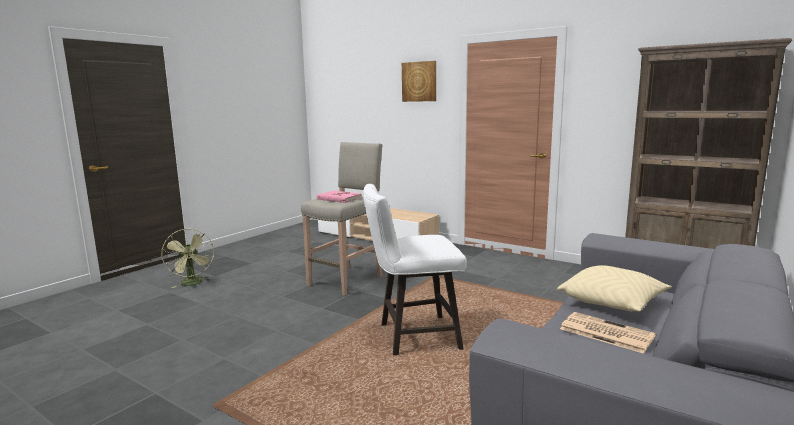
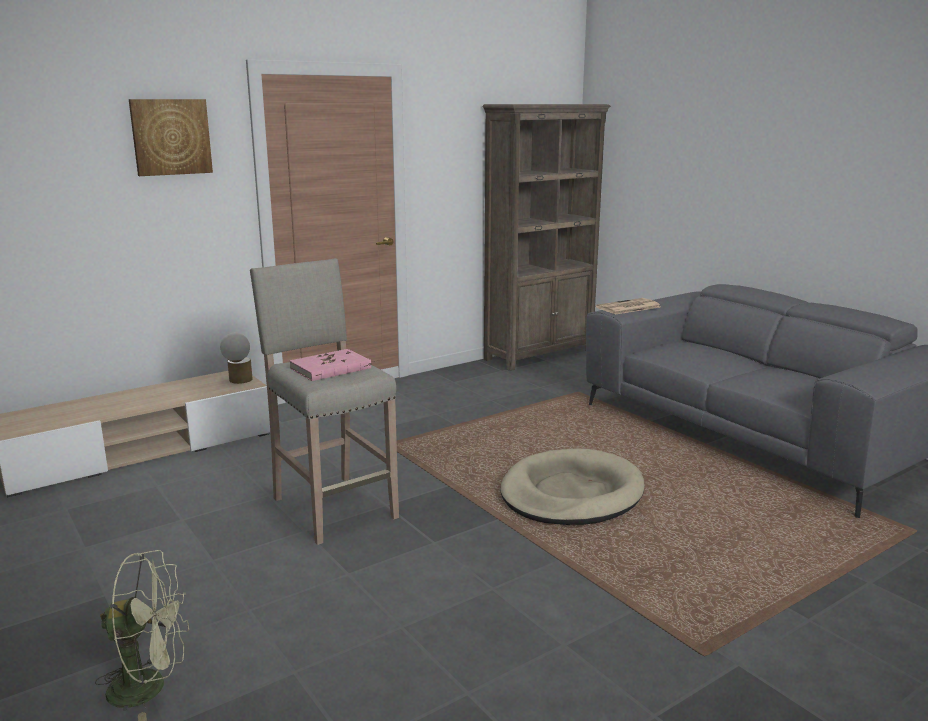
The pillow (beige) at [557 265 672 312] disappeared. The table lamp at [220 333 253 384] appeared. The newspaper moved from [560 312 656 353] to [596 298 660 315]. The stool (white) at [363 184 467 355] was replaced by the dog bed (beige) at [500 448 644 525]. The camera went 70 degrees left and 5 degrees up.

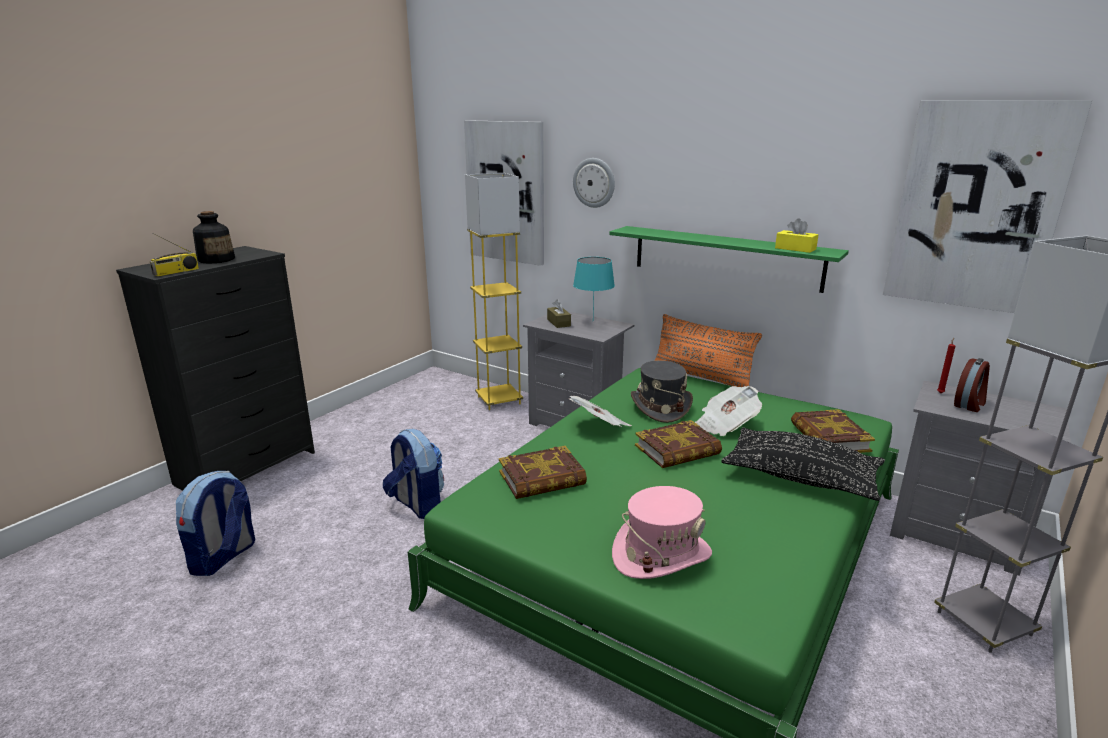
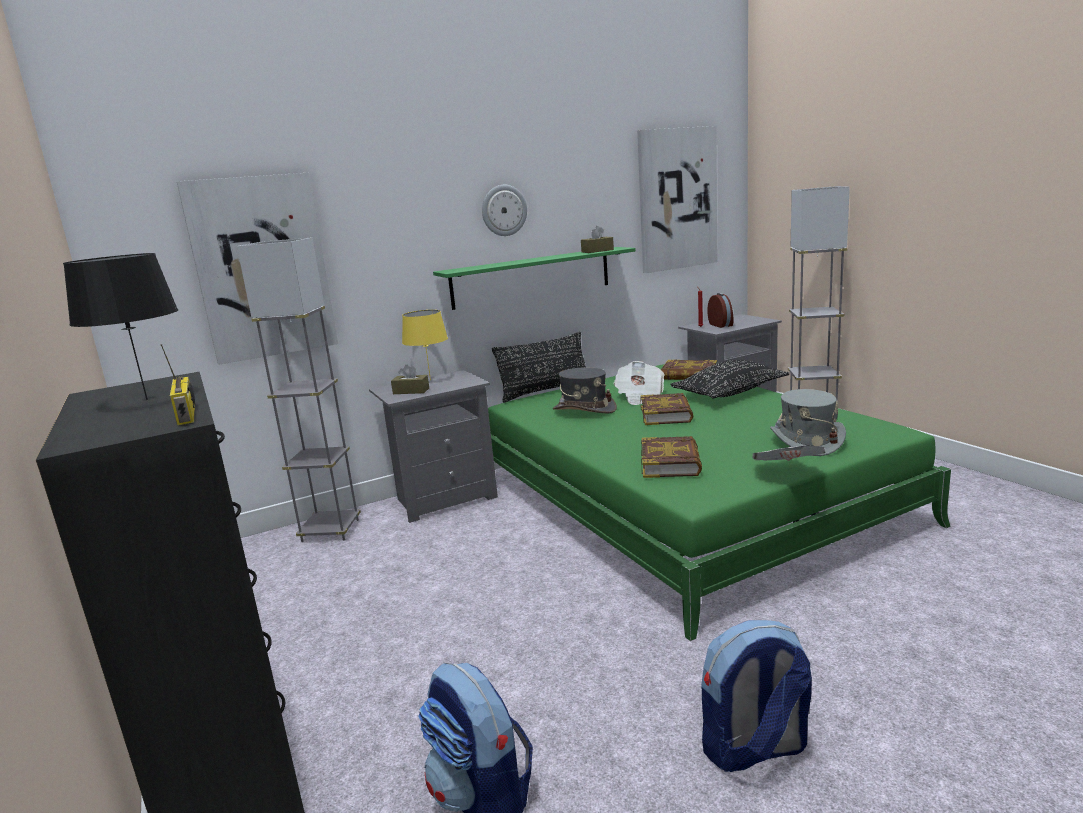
The backpack moved from [383 429 444 519] to [702 620 812 772]. The newspaper moved from [569 396 632 427] to [752 446 826 461]. The wall clock moved from [573 158 615 208] to [482 185 527 236]. The bottle at [193 211 235 264] was replaced by the table lamp (black) at [63 253 178 400]. The floor lamp (yellow) at [465 173 523 410] became the floor lamp (grey) at [237 237 361 542]. The table lamp (turquoise) at [573 257 615 315] became the table lamp (yellow) at [402 310 448 381]. The hat (pink) at [612 486 712 579] became the hat (grey) at [770 389 846 456]. The pillow (orange) at [655 314 762 387] became the pillow (black) at [492 332 586 402]. The tissue box (yellow) at [775 218 819 253] became the tissue box (brown) at [581 226 614 253]. The camera went 60 degrees left and 5 degrees down.

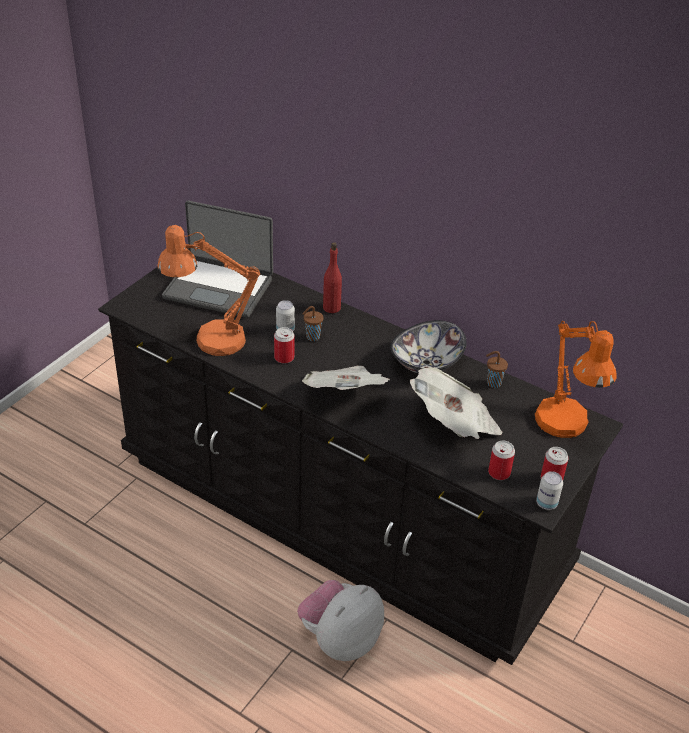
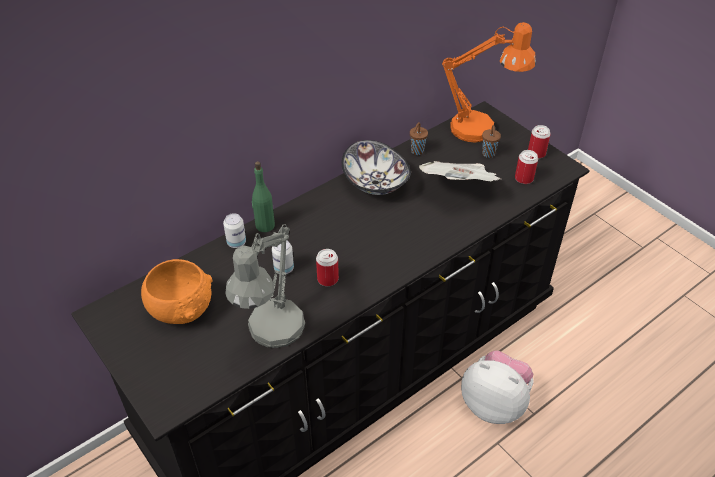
The newspaper at [302 366 391 390] disappeared. The cup (brown) moved from [302 306 323 341] to [482 125 501 158]. The can moved from [536 471 563 510] to [223 213 246 248]. The laptop at [162 201 273 318] was replaced by the bowl (orange) at [141 259 213 324]. The table lamp (orange) at [157 225 260 356] became the table lamp (grey) at [225 224 305 348]. The bottle (red) at [323 242 342 313] became the bottle (green) at [252 161 275 232]. The plush toy at [297 580 384 661] turned 150 degrees clockwise. The camera went 70 degrees left and 5 degrees up.

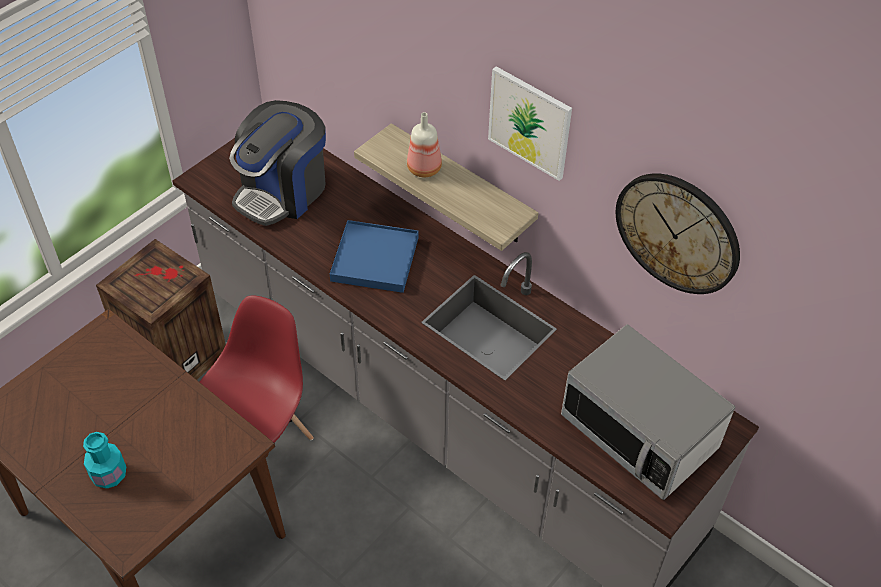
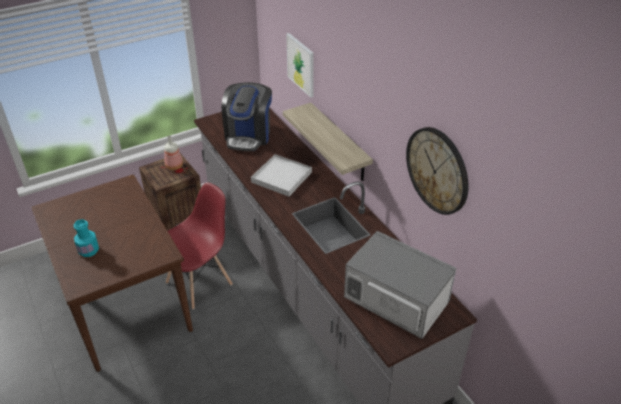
The bottle moved from [407 112 442 177] to [164 135 183 170]. The picture moved from [488 66 572 181] to [286 33 314 98]. The tray (blue) at [330 220 418 293] became the tray (white) at [251 154 312 197]. The coffee machine at [229 100 326 226] turned 45 degrees counterclockwise. The microwave at [561 324 735 500] turned 150 degrees clockwise. The camera went 20 degrees right and 10 degrees down.

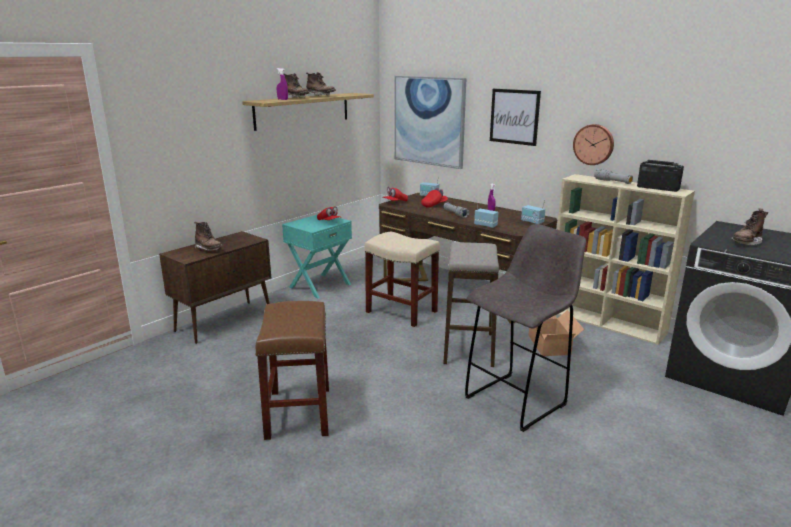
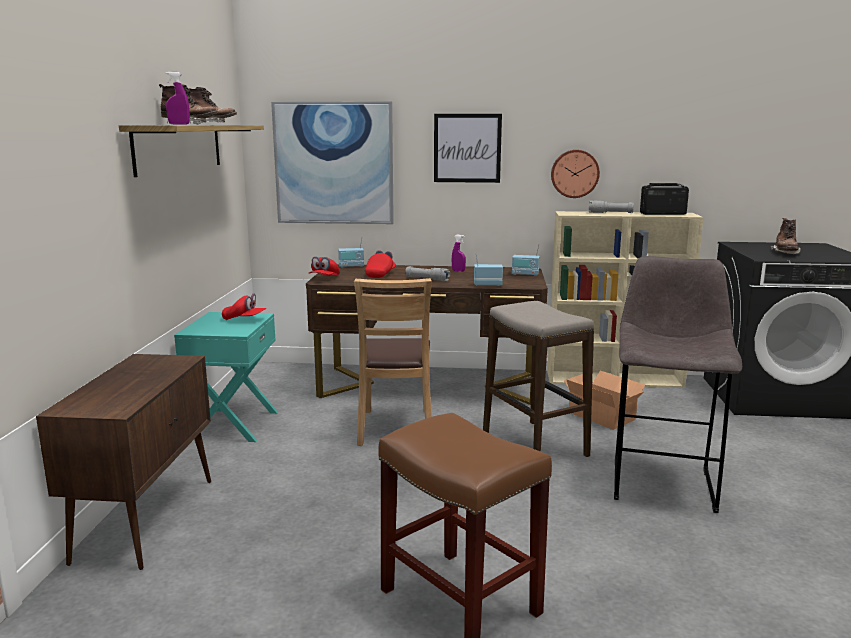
The boot (brown) at [194 222 222 251] disappeared. The stool (beige) at [365 232 440 328] was replaced by the chair (brown) at [354 278 432 446]. The camera went 35 degrees left and 5 degrees down.

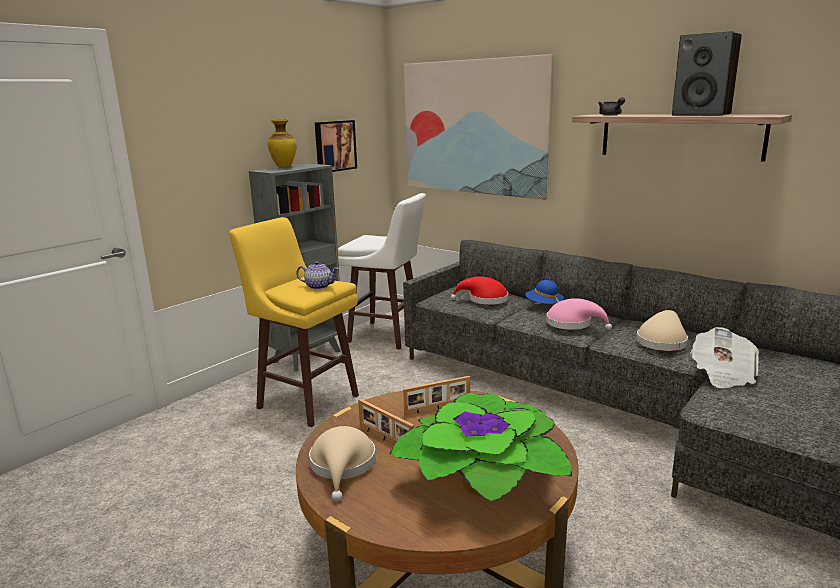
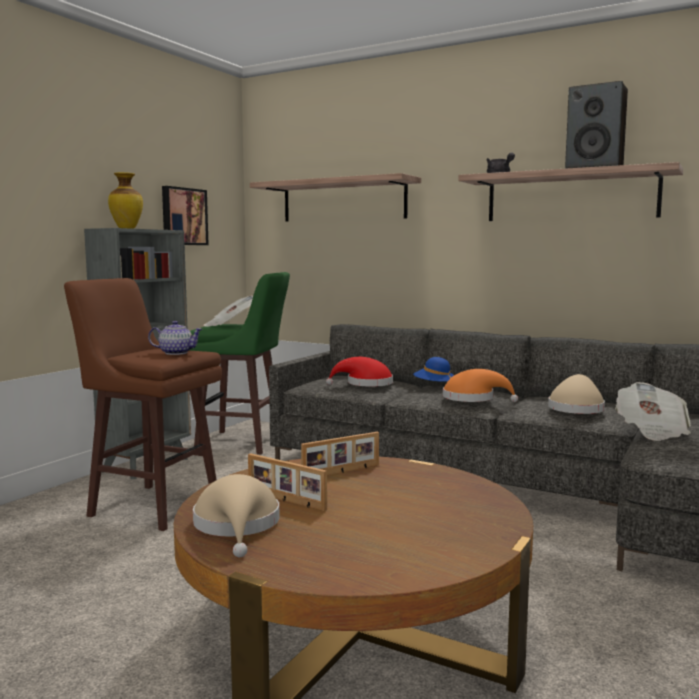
The potted plant at [389 393 572 502] disappeared. The newspaper at [204 296 253 327] appeared. The picture at [404 54 554 200] was replaced by the shelf at [250 173 421 222]. The stool (yellow) at [229 217 359 427] became the stool (brown) at [64 278 222 531]. The stool (white) at [338 193 426 349] became the stool (green) at [189 272 290 455]. The hat (pink) at [546 298 612 330] became the hat (orange) at [443 369 518 402]. The camera went 10 degrees left and 10 degrees down.

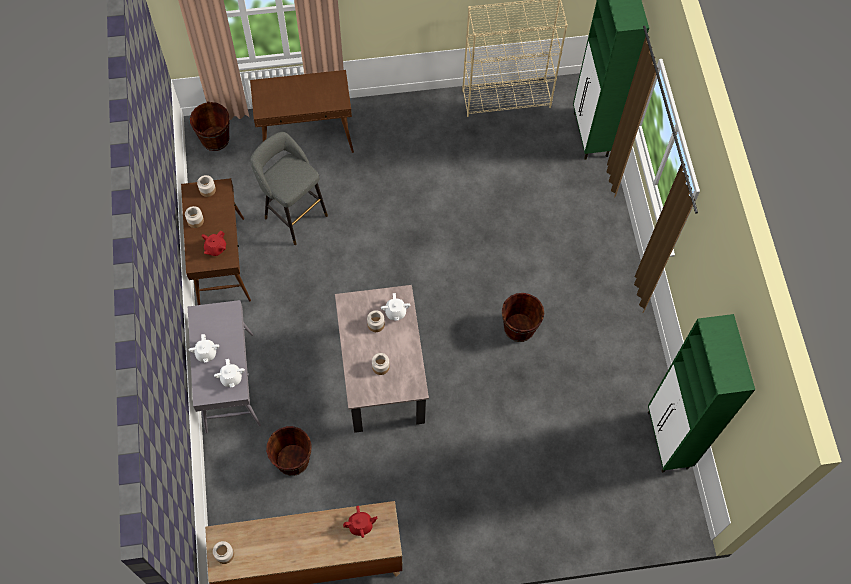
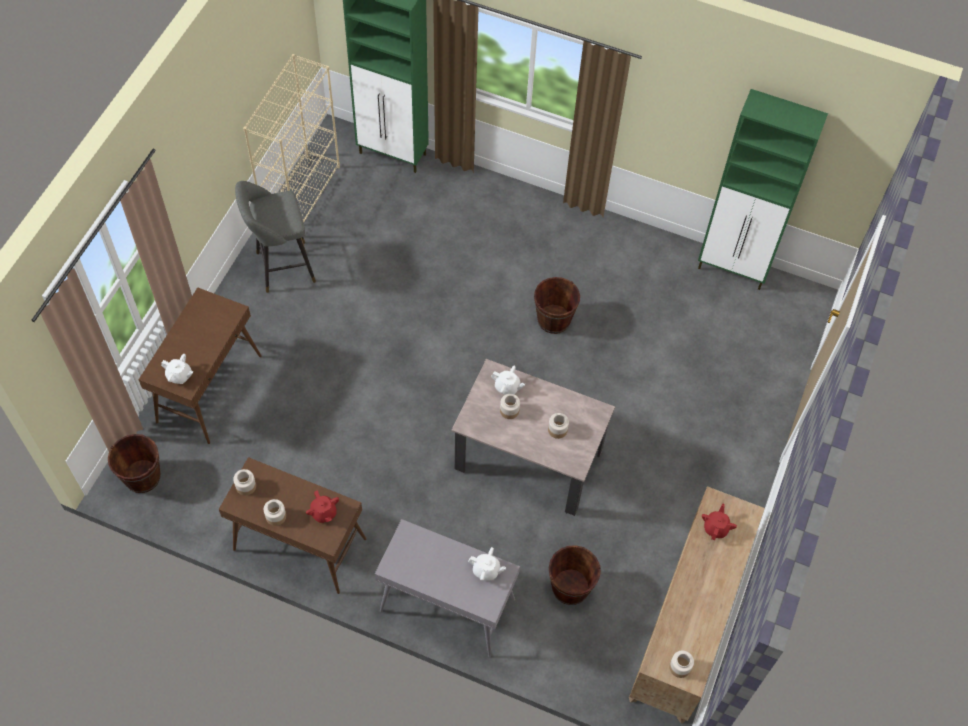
The teapot (white) moved from [189 334 219 363] to [161 354 193 384]. The stool (grey) moved from [250 132 328 245] to [235 181 316 293]. The camera went 60 degrees left and 5 degrees down.

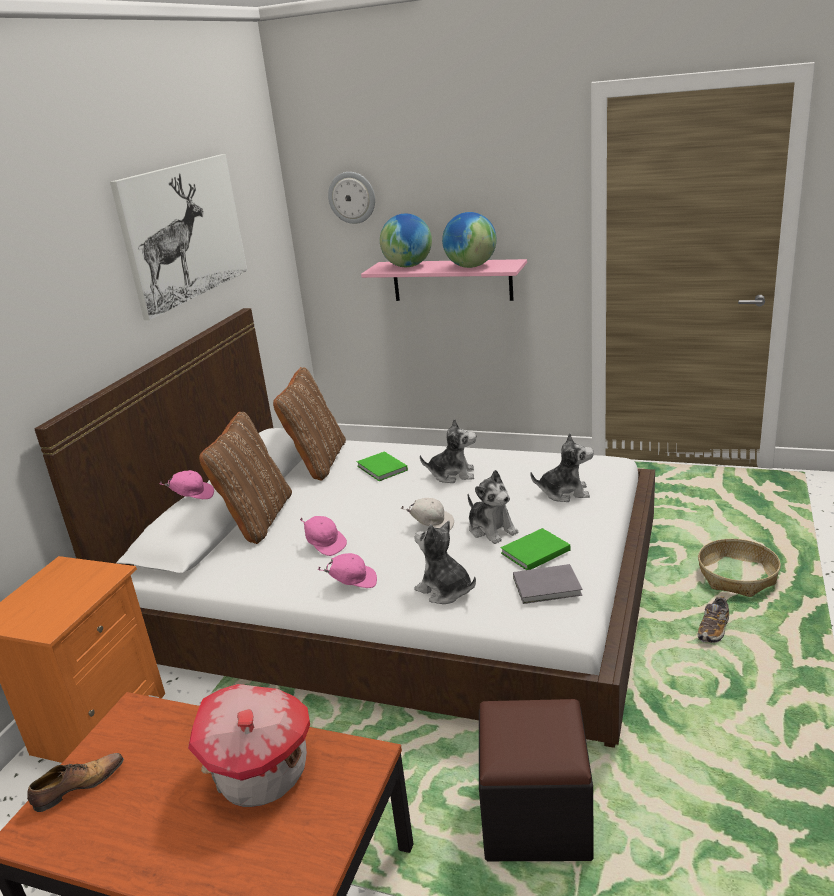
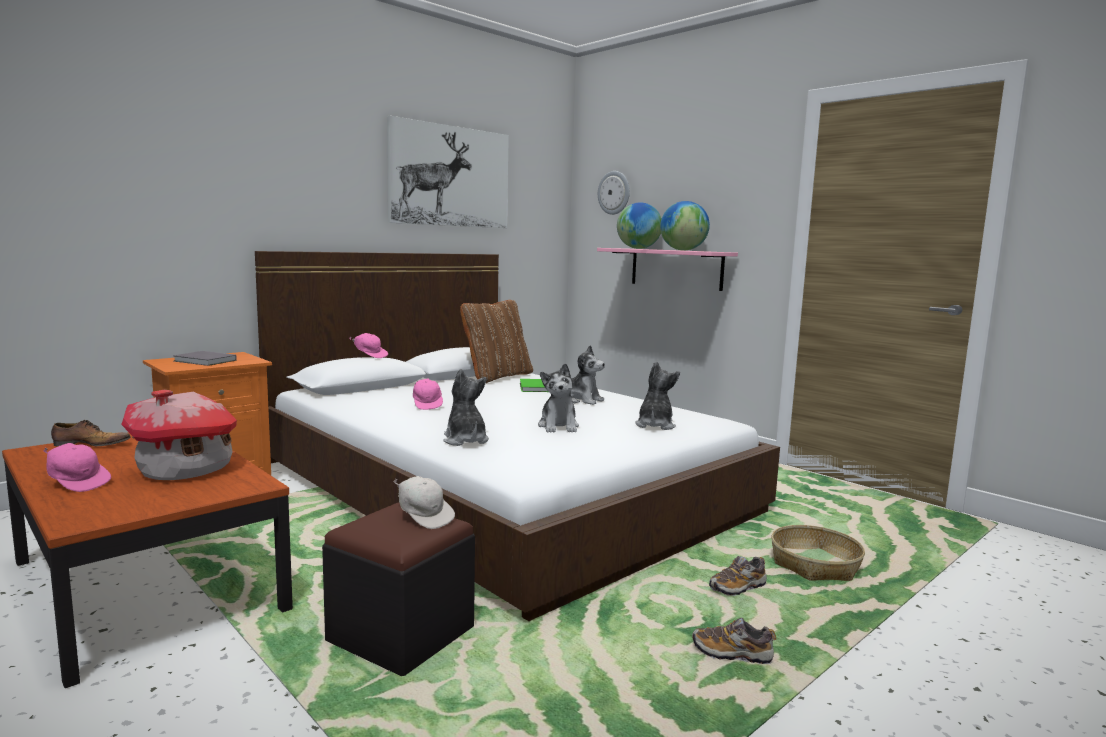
The pillow (brown) at [199 412 292 544] disappeared. The book (green) at [501 528 570 570] disappeared. The shoe at [692 618 777 664] appeared. The cap (pink) moved from [317 553 377 588] to [43 443 111 492]. The cap (white) moved from [401 498 454 530] to [393 476 455 529]. The book (grey) moved from [513 564 582 604] to [173 351 237 366]. The plush toy at [530 433 594 502] turned 105 degrees counterclockwise. The camera went 25 degrees right and 15 degrees down.

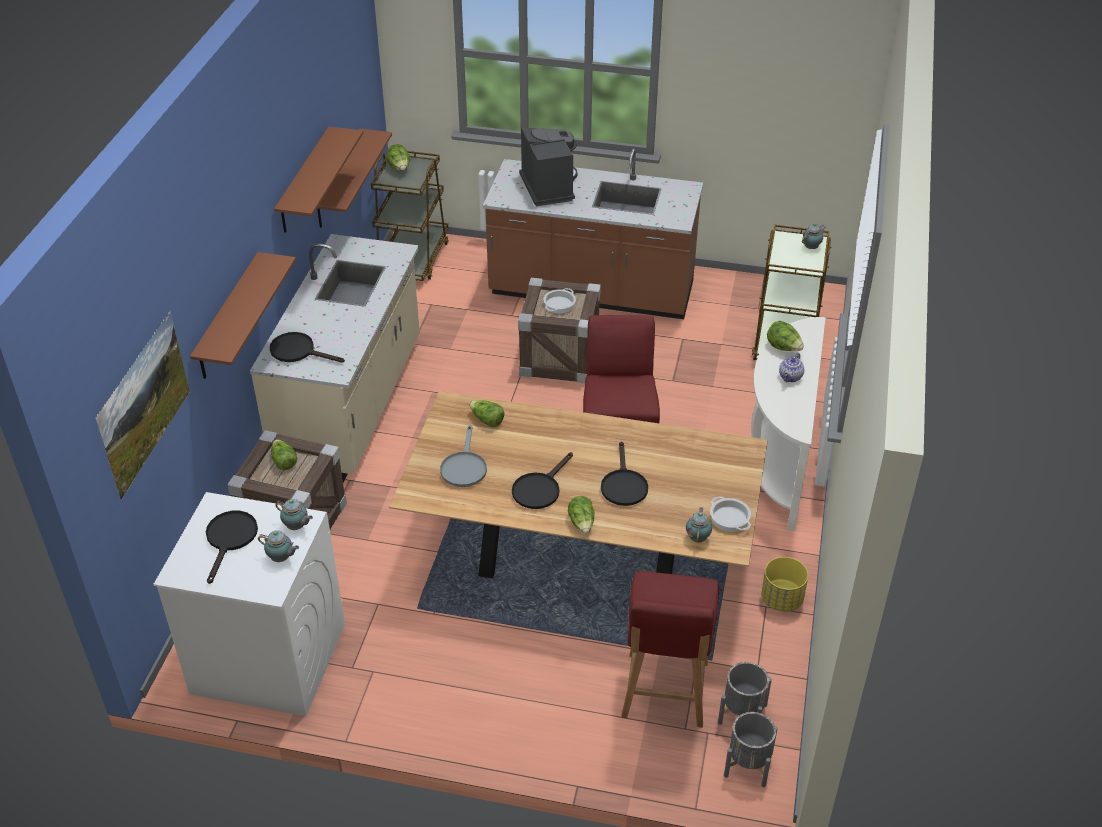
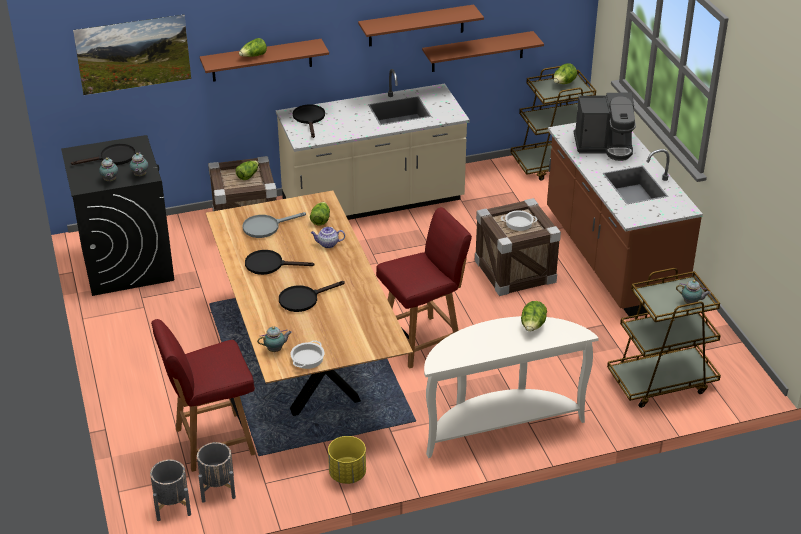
The lettuce moved from [568 496 595 534] to [239 38 267 57]. The teapot moved from [779 353 804 382] to [311 227 345 248]. The washing machine (white) at [153 492 345 716] became the washing machine (black) at [61 135 174 296]. The coffee machine at [519 127 577 207] turned 45 degrees clockwise. The camera went 60 degrees right and 5 degrees down.

